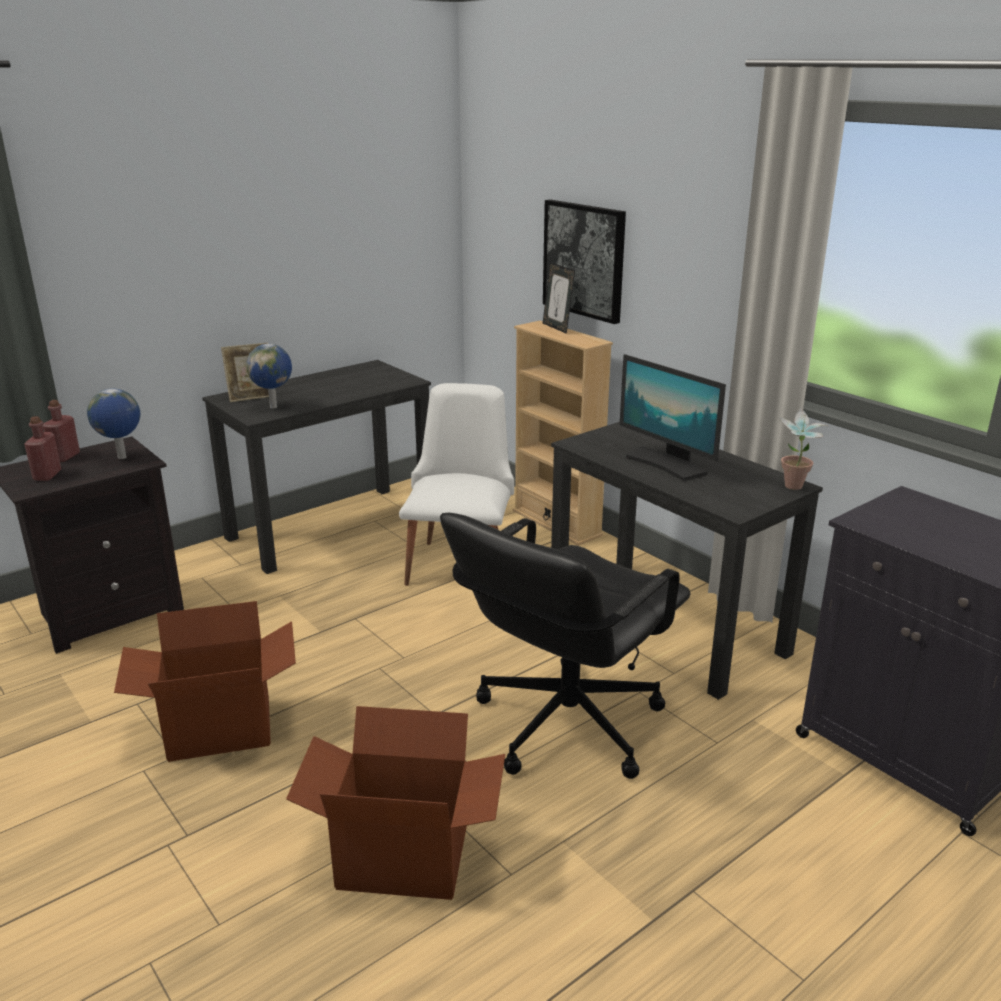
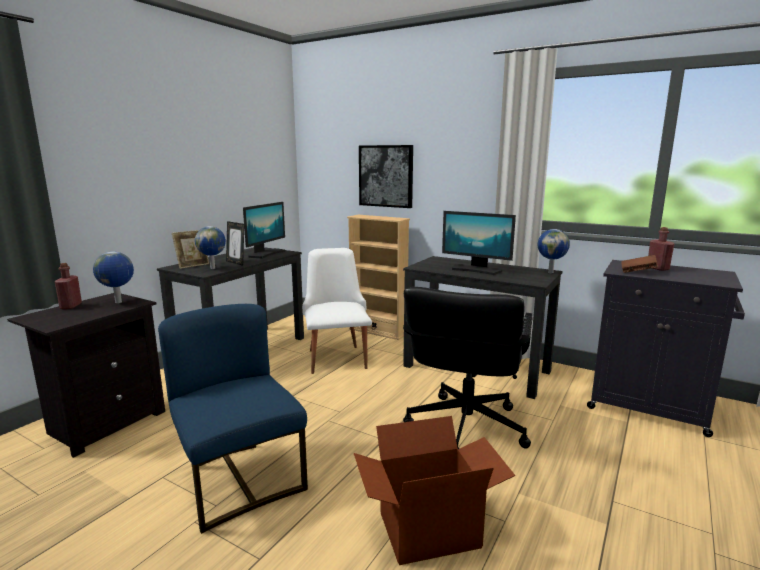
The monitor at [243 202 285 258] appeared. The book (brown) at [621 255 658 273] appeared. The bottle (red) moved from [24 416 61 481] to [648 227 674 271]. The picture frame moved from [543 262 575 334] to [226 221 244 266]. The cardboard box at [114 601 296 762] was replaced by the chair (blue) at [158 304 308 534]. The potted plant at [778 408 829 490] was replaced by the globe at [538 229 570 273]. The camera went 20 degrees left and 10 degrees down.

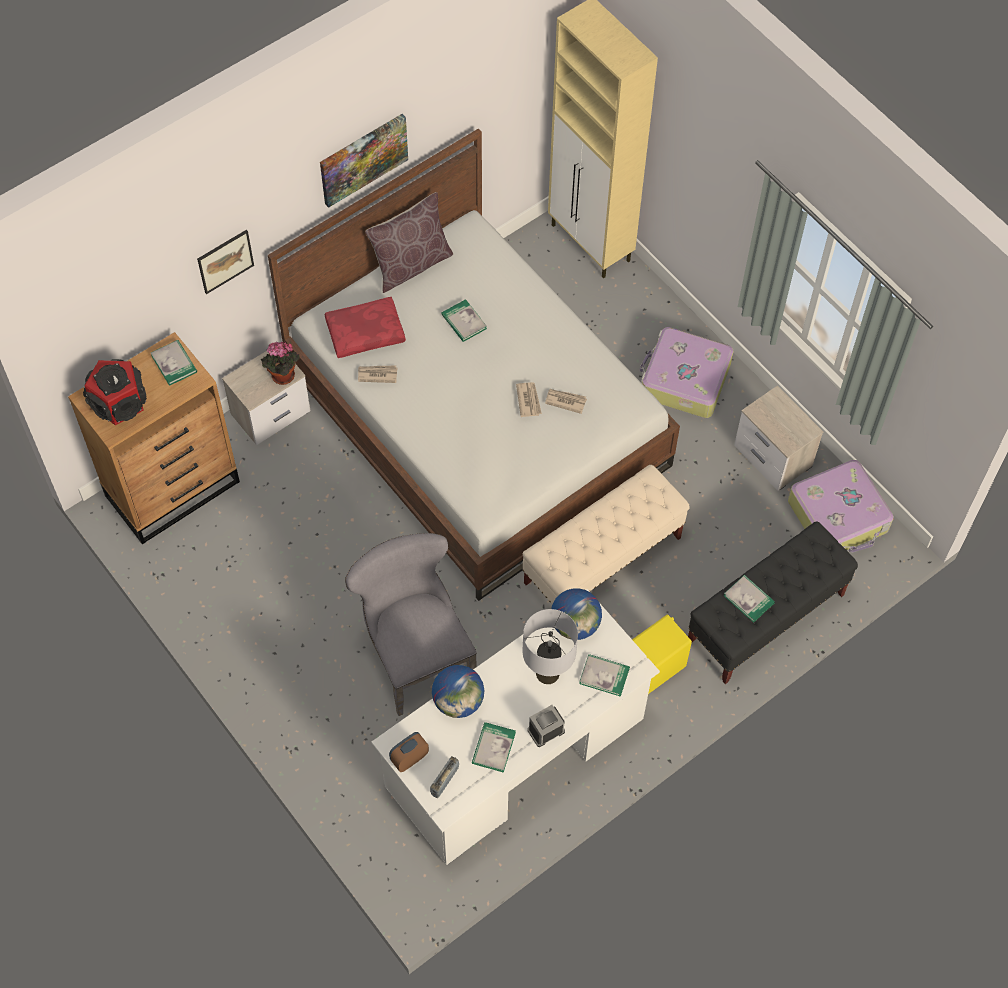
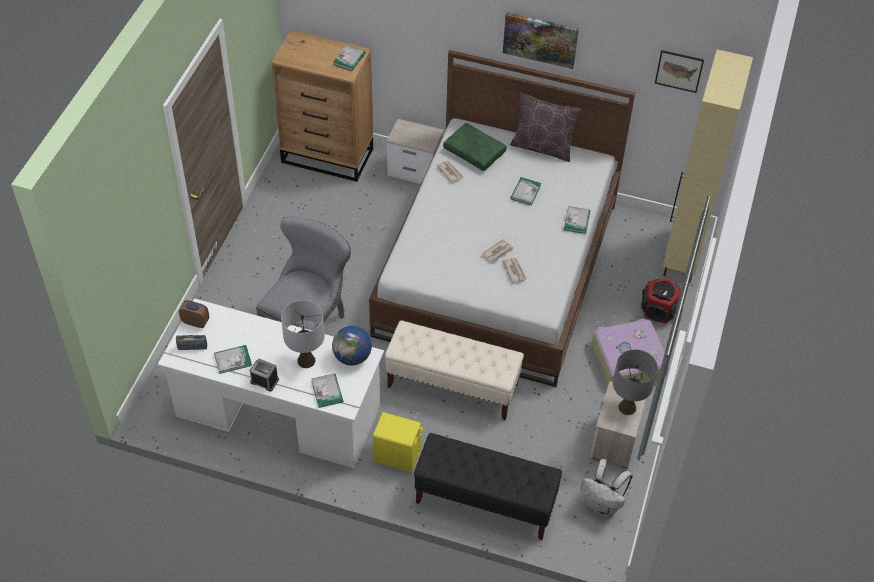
The potted plant at [261 342 300 385] disappeared. The globe at [432 665 484 718] disappeared. The table lamp (grey) at [613 349 658 415] appeared. The speaker moved from [83 359 147 425] to [641 278 681 324]. The picture moved from [197 230 254 294] to [655 50 704 93]. The book moved from [724 575 775 622] to [564 206 590 234]. The suitcase at [788 460 894 553] was replaced by the backpack (white) at [580 459 633 517]. The pillow (red) at [324 297 406 358] became the pillow (green) at [443 123 507 171]. The camera went 55 degrees right and 10 degrees down.

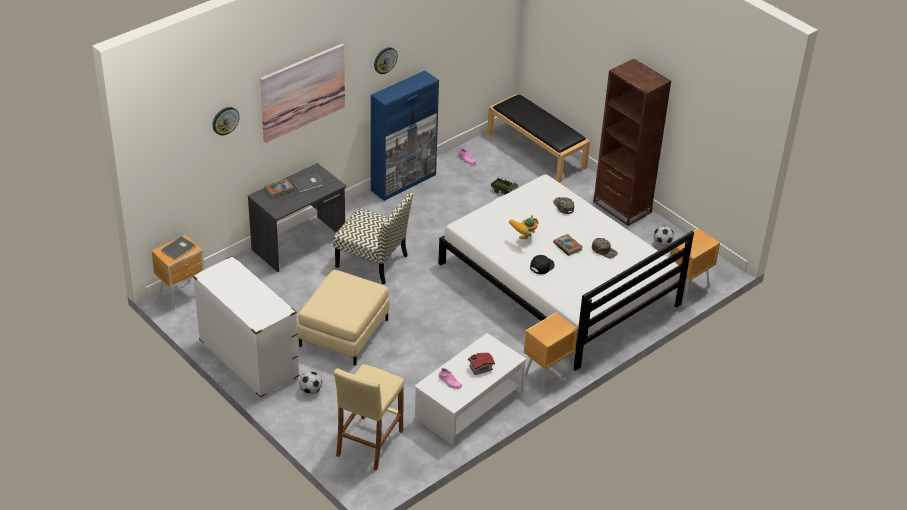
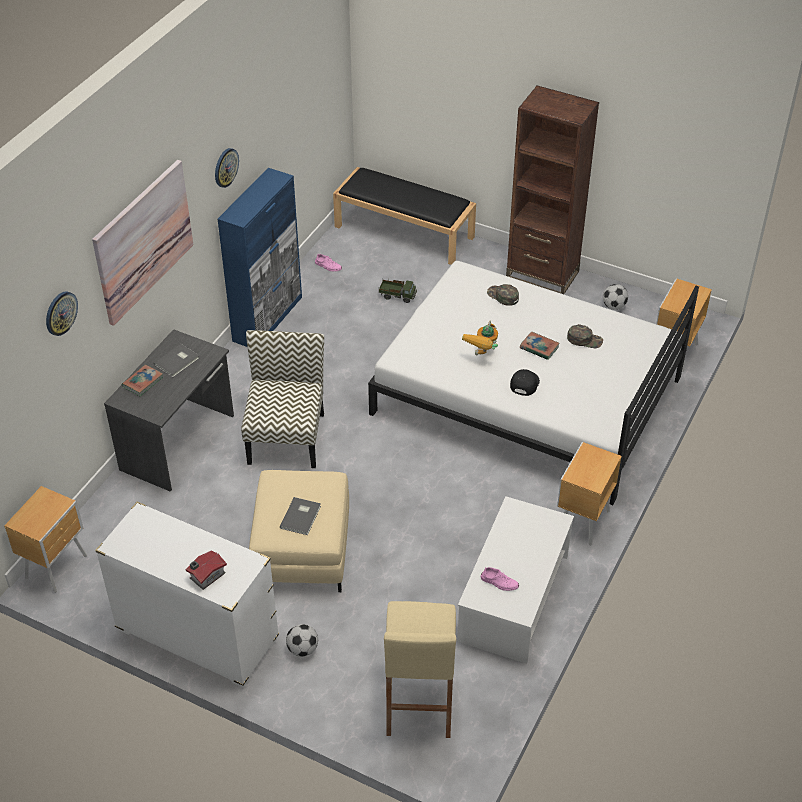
The book (grey) moved from [161 236 195 260] to [280 497 321 535]. The toy house moved from [468 353 495 375] to [185 550 227 590]. The chair at [333 192 413 285] turned 90 degrees counterclockwise. The camera went 20 degrees left and 5 degrees up.

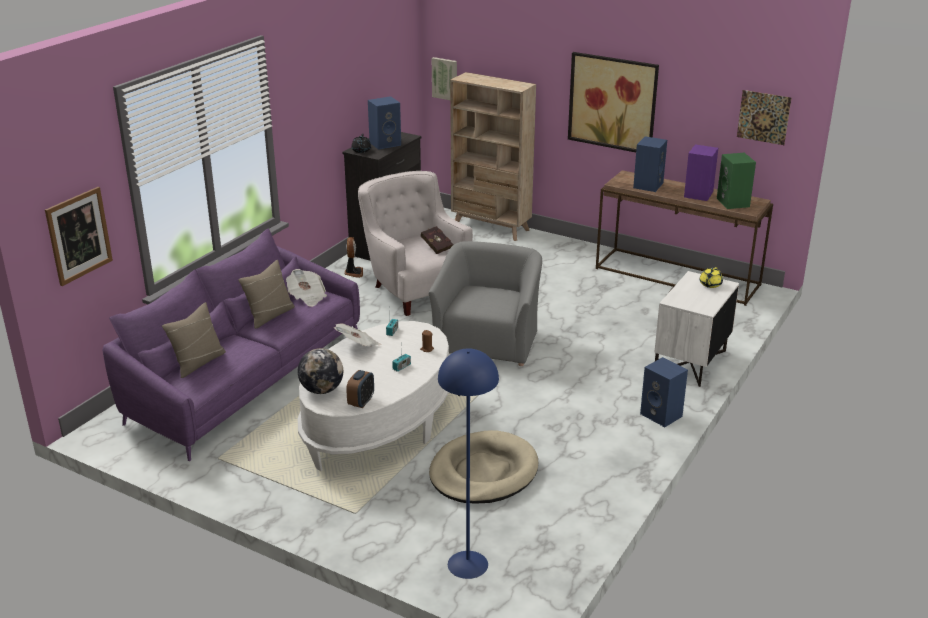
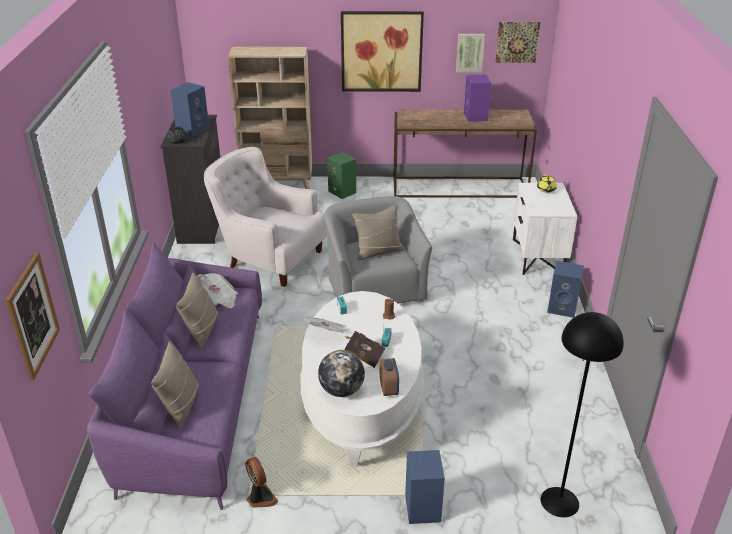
The dog bed (beige) at [429 430 538 503] disappeared. The pillow (beige) at [352 204 404 260] appeared. The fan moved from [345 237 363 278] to [245 457 278 508]. The book (red) moved from [421 226 453 254] to [344 331 385 368]. The picture moved from [432 57 457 100] to [456 34 485 73]. The speaker (blue) moved from [633 136 667 192] to [405 450 445 524]. The speaker (green) moved from [717 153 756 209] to [327 152 356 199]. The floor lamp (blue) at [438 348 499 579] became the floor lamp (black) at [541 312 624 517]. The camera went 30 degrees left and 5 degrees up.

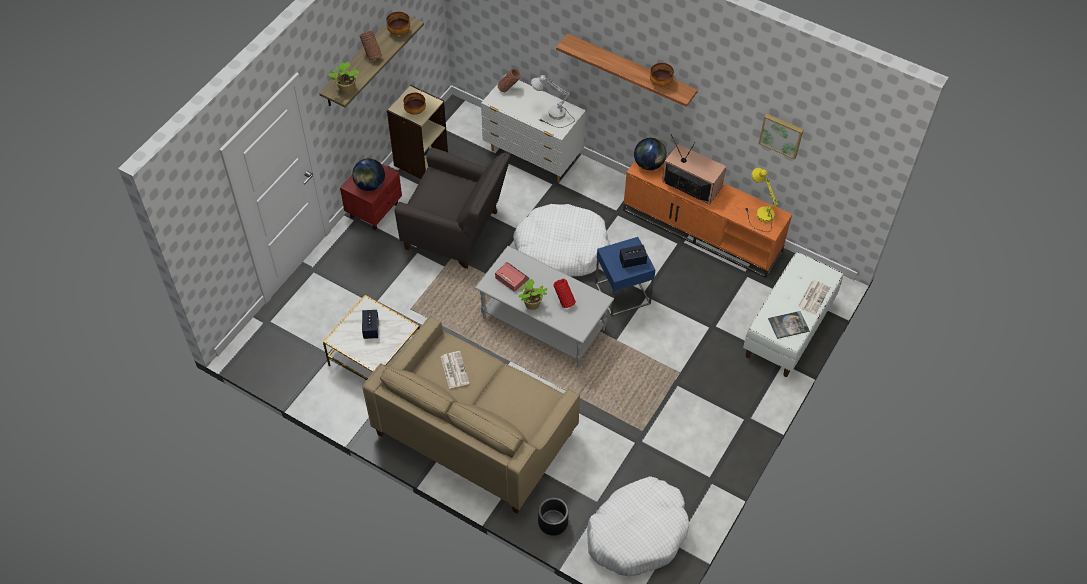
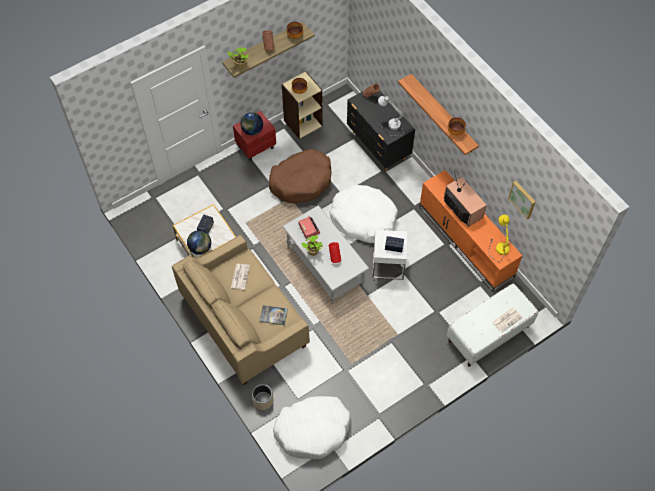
The globe moved from [634 138 666 170] to [187 230 211 255]. The book moved from [768 311 810 339] to [260 305 288 325]. The armchair (grey) at [394 148 510 269] was replaced by the dog bed (brown) at [269 149 331 204]. The dresser (white) at [481 80 586 182] became the dresser (black) at [347 90 415 171]. The planter (black) at [538 497 569 535] became the planter (beige) at [252 384 274 410]. The side table (blue) at [595 237 655 316] became the side table (white) at [373 230 407 280]. The camera went 25 degrees right and 5 degrees up.

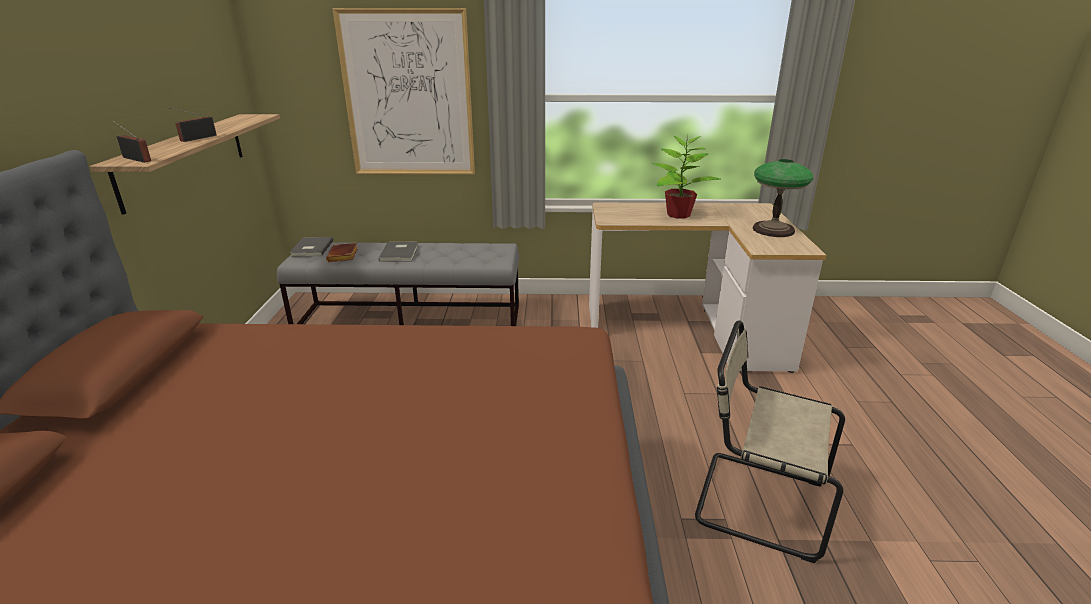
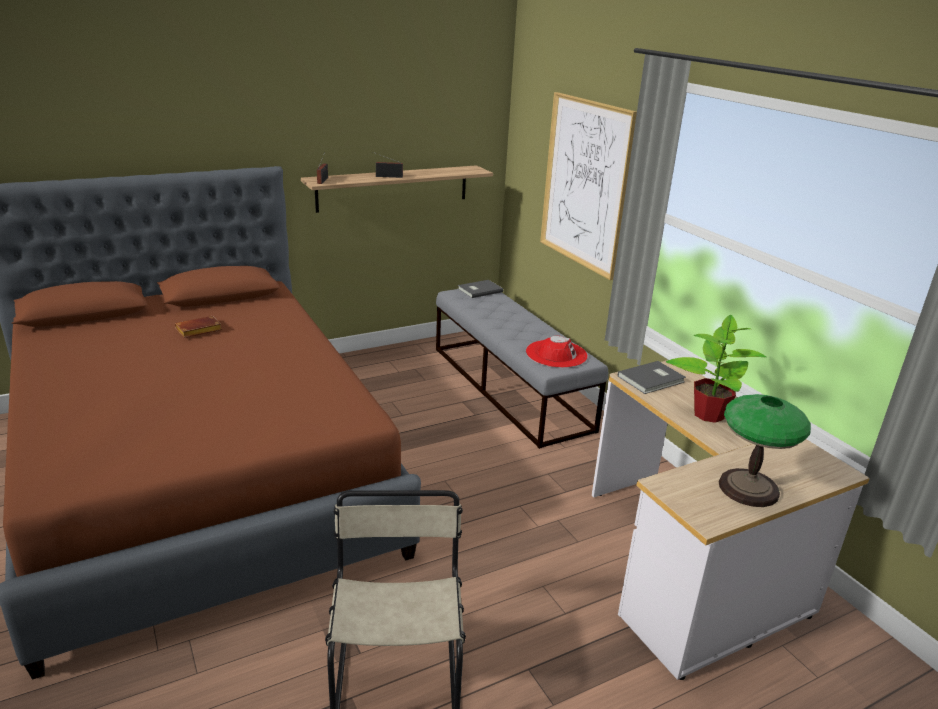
The hat (red) at [526 336 588 368] appeared. The book (brown) moved from [326 243 358 262] to [175 316 222 338]. The book (grey) moved from [379 242 418 262] to [618 361 686 394]. The camera went 60 degrees right and 0 degrees up.

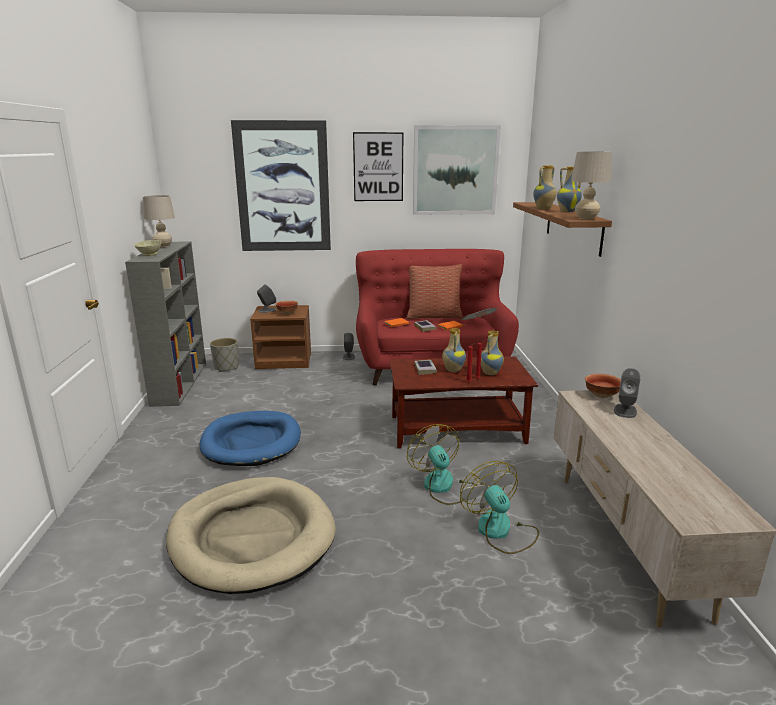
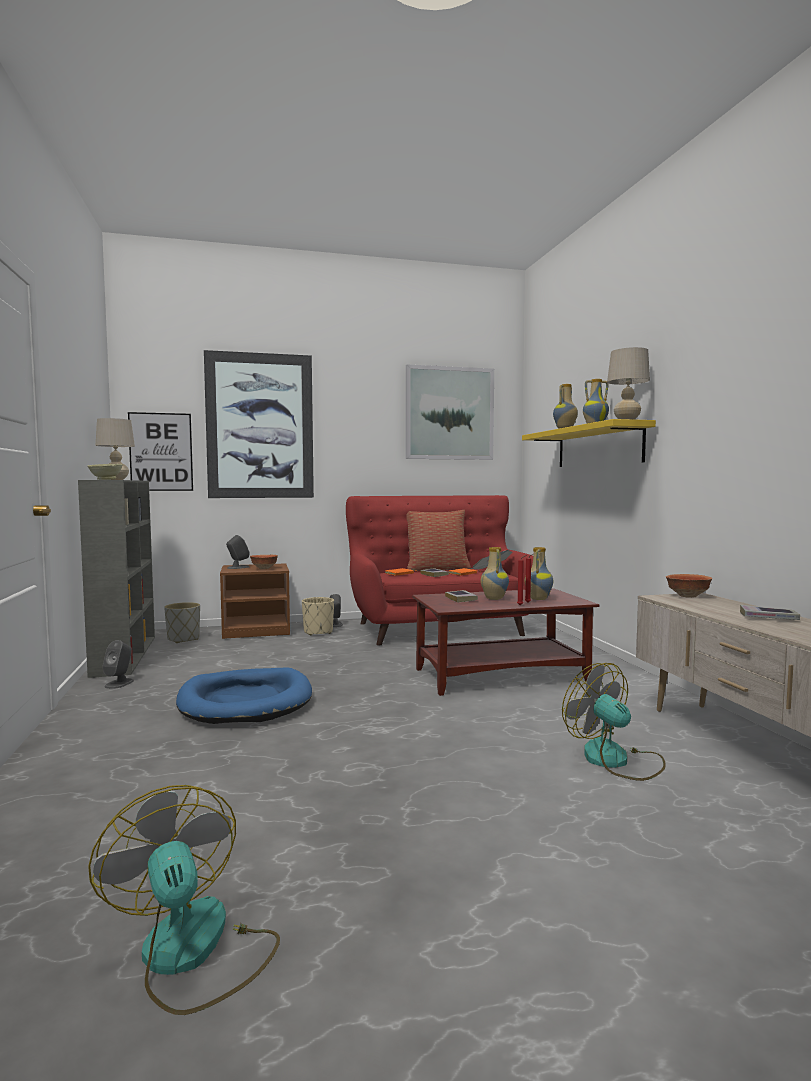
The dog bed (beige) at [166 477 336 594] disappeared. The planter (beige) at [302 597 334 635] appeared. The book at [740 605 800 620] appeared. The picture moved from [353 132 403 201] to [128 412 193 491]. The fan moved from [407 424 477 505] to [88 785 280 1015]. The speaker (grey) moved from [614 368 640 418] to [102 640 134 689]. The shelf (brown) at [513 202 612 257] became the shelf (yellow) at [522 419 656 467]. The camera went 10 degrees left and 15 degrees down.

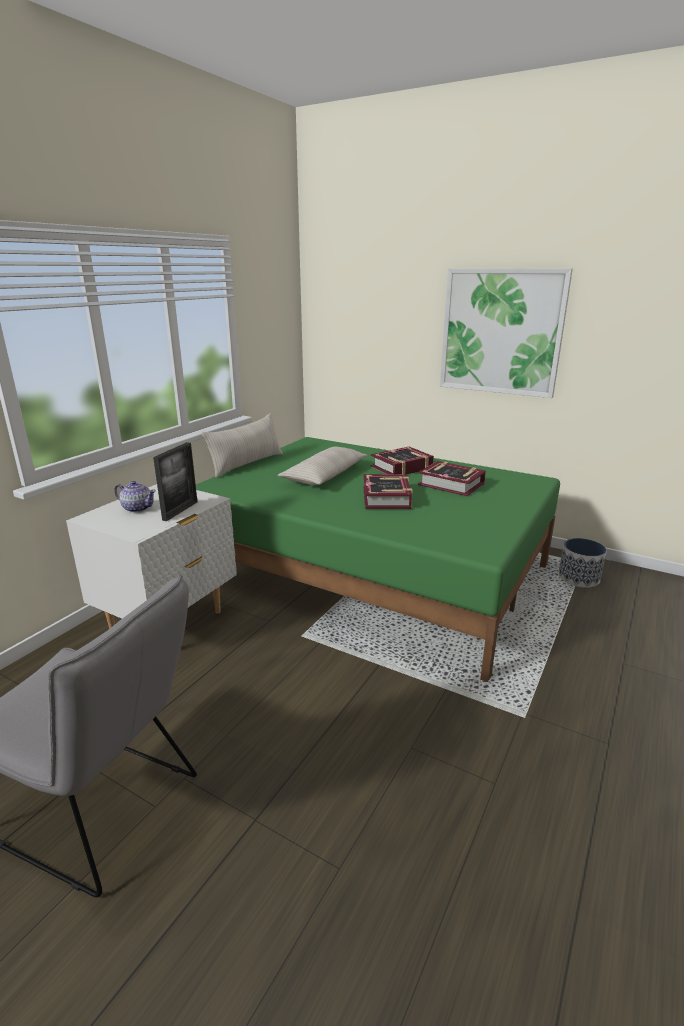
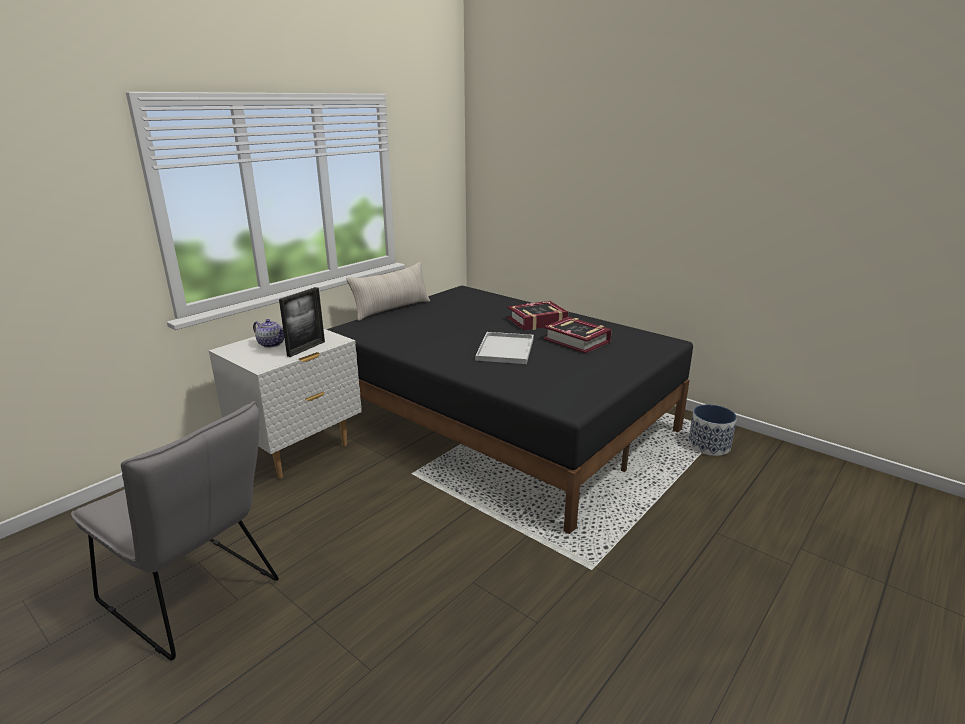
The pillow (beige) at [278 446 368 486] disappeared. The picture at [440 268 573 398] disappeared. The book at [363 474 412 509] was replaced by the tray (white) at [475 332 534 364]. The bed (green) at [196 437 560 682] became the bed (black) at [326 286 693 534]. The camera went 10 degrees right and 0 degrees up.

